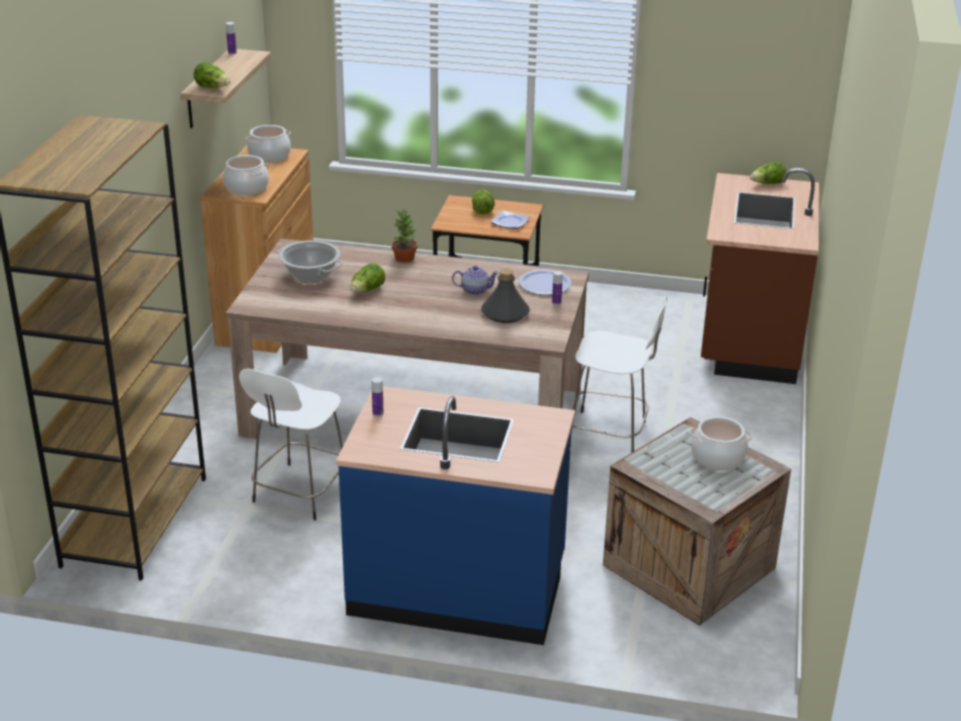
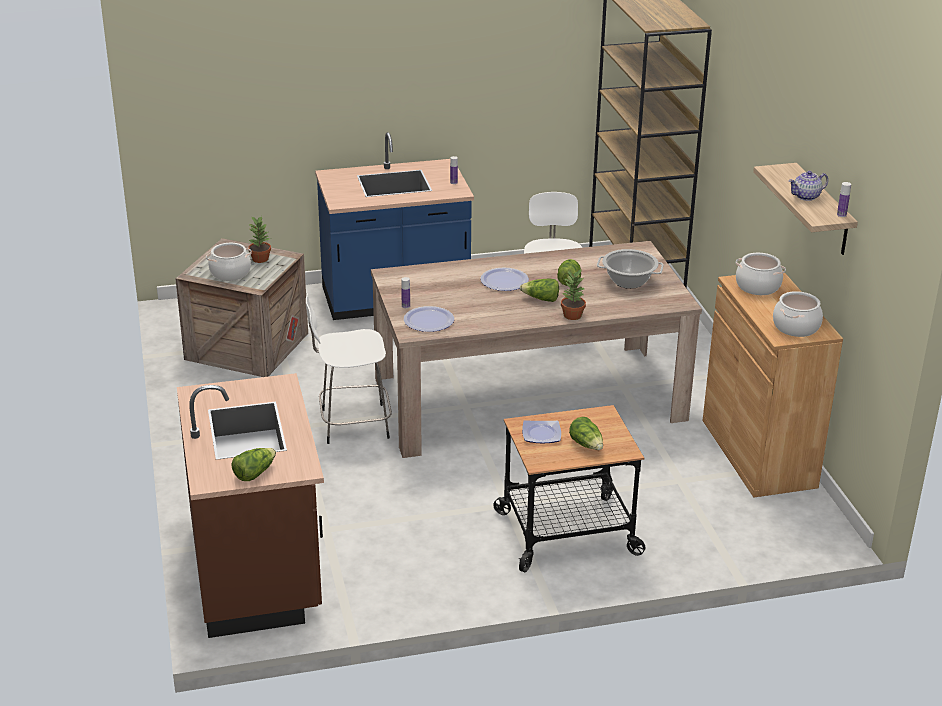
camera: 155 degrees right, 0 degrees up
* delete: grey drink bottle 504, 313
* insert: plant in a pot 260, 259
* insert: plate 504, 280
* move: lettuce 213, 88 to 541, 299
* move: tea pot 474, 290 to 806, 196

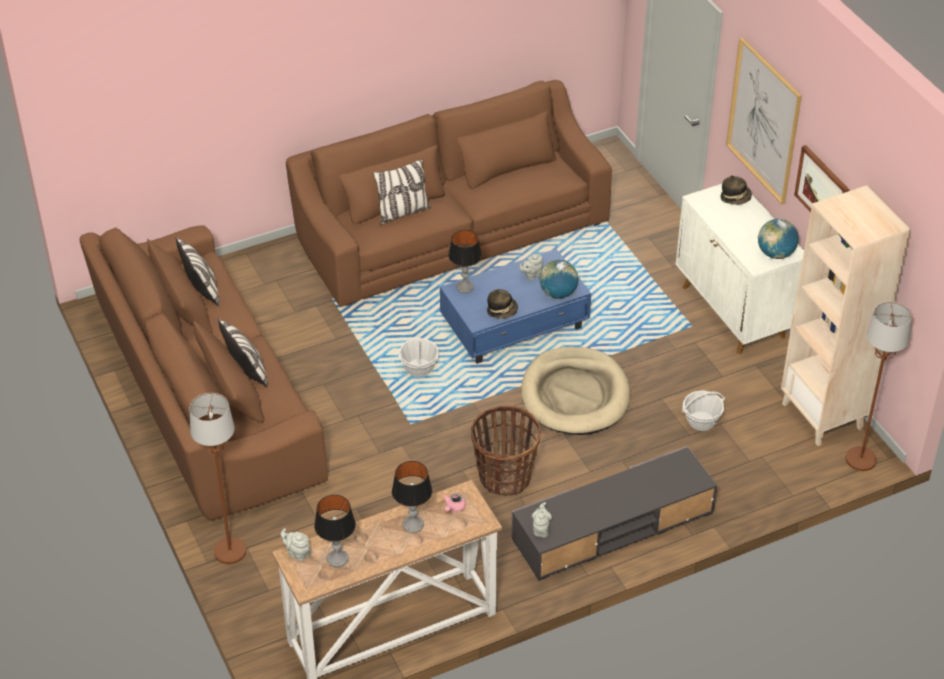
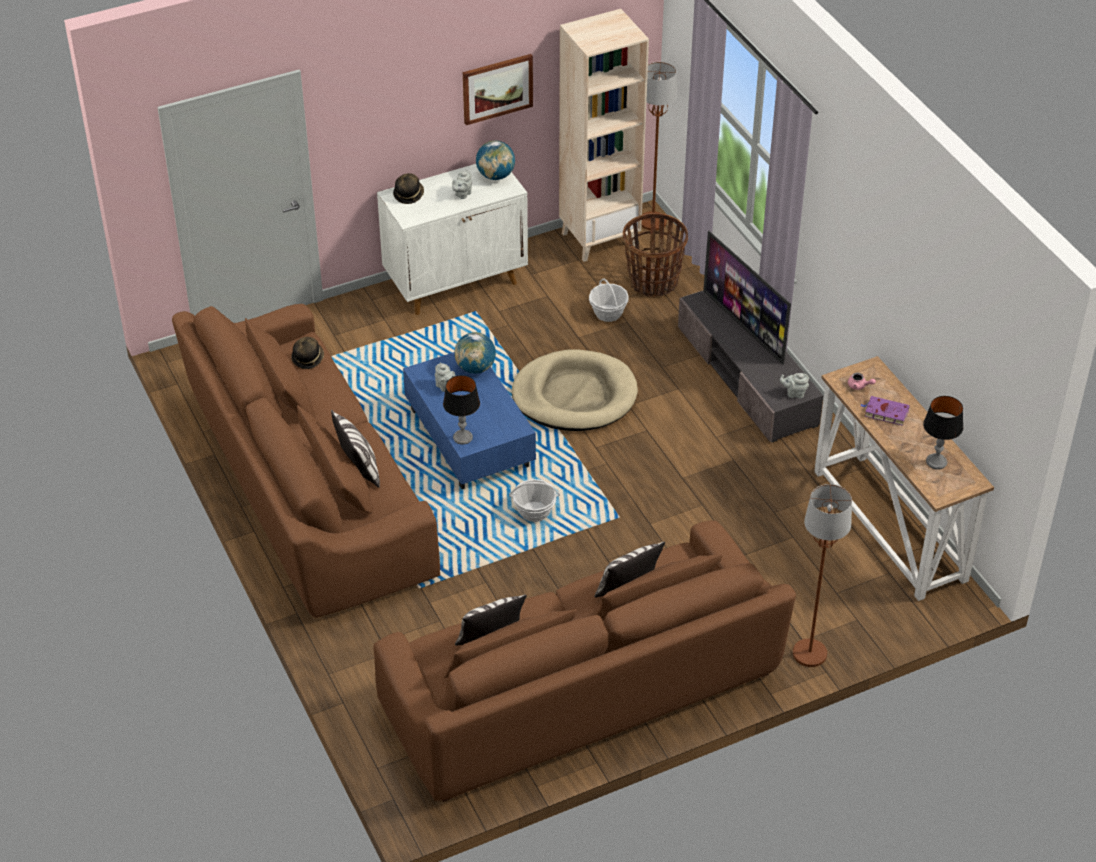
camera: 90 degrees left, 0 degrees up
* delete: wall picture 763, 120
* insert: TV set 744, 327
* move: grey tea pot 297, 553 to 462, 194
* move: basket 504, 477 to 653, 282
* move: wearable hat 502, 311 to 308, 358
* replace: lamp for a table 413, 525 to purplish book 885, 412

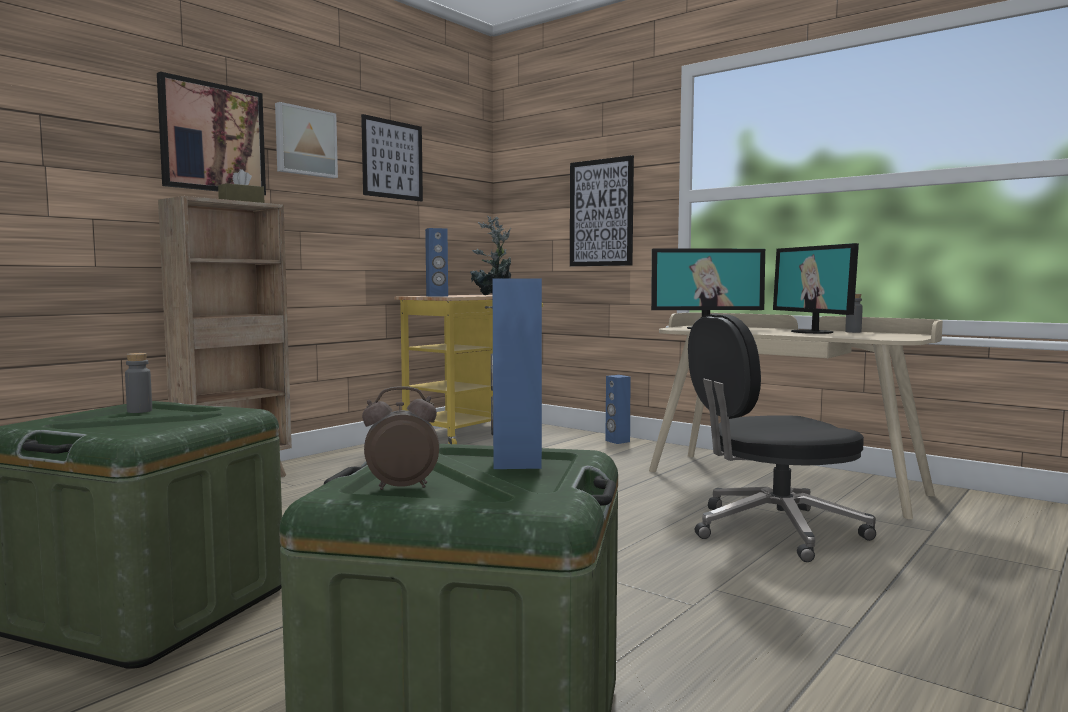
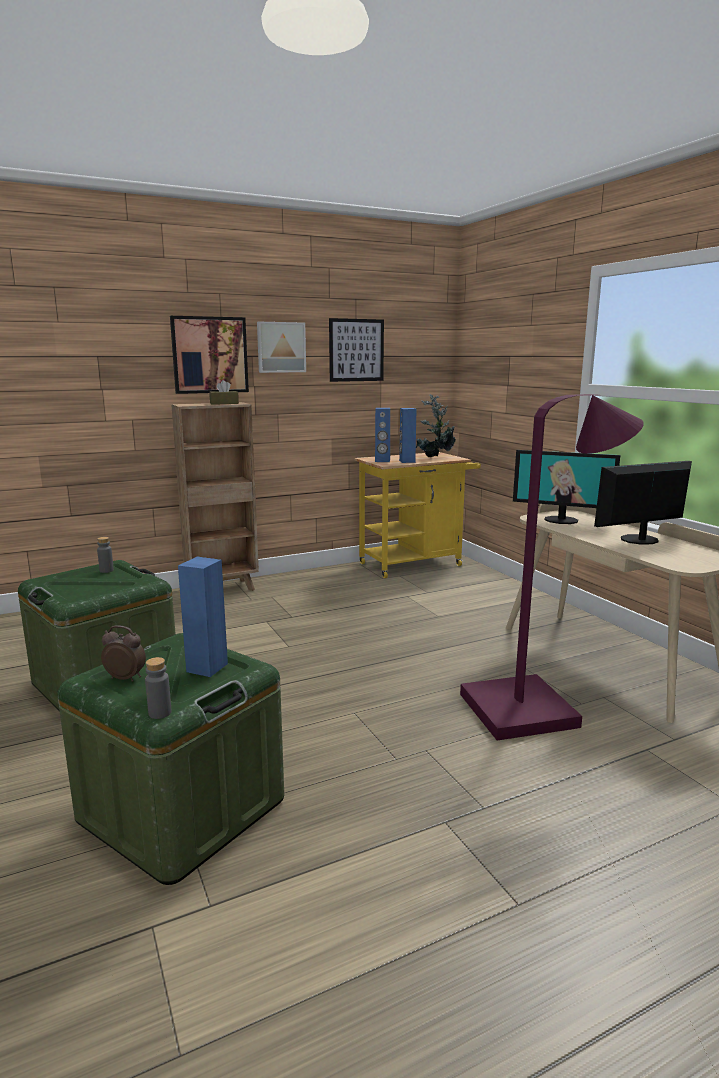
camera: 25 degrees right, 10 degrees up
* delete: wall picture 601, 213
* move: bluish loudspeaker 617, 441 to 406, 461
* move: grey drink bottle 853, 332 to 160, 713
* replace: blackish office chair 773, 530 to purplish standing lamp 534, 708
* rotate: monitor 813, 332 = 640, 540 60 degrees clockwise

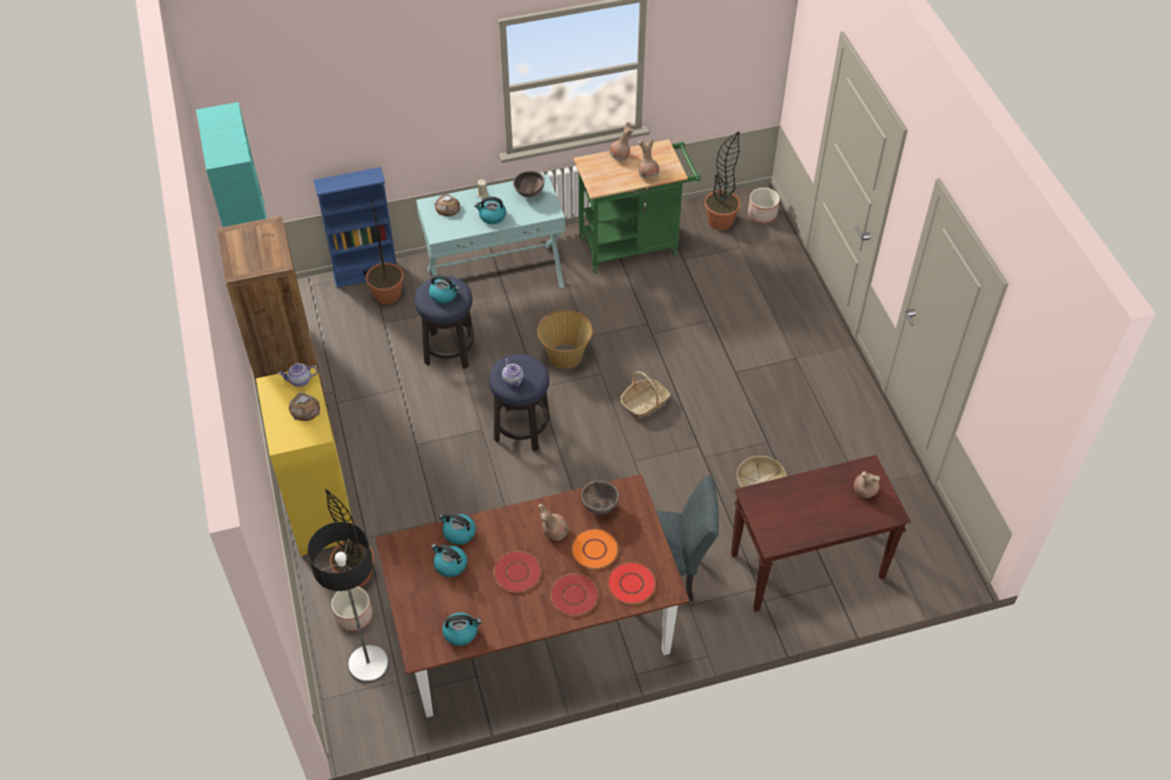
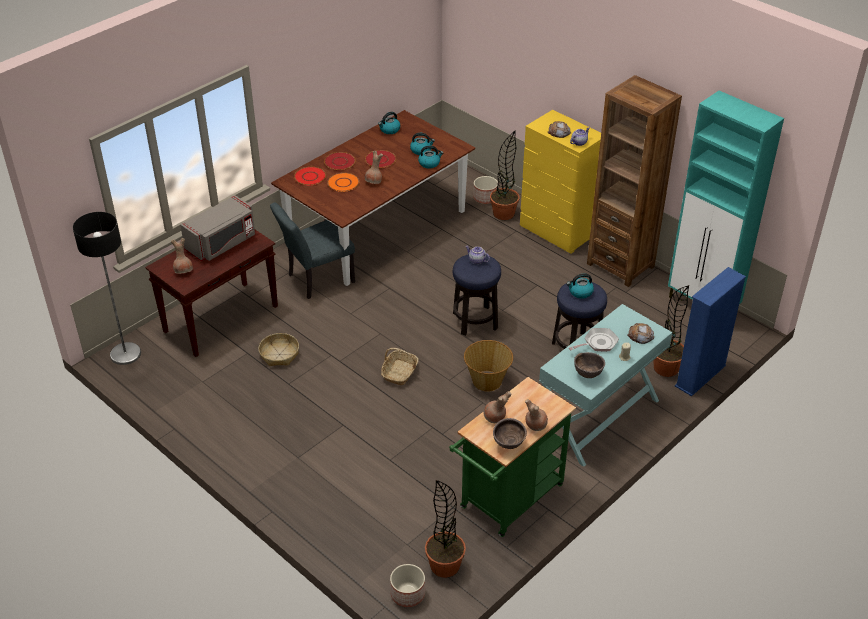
camera: 150 degrees right, 10 degrees down
* insert: grey kitchen microwave 222, 243
* move: standing lamp 369, 664 to 125, 354
* move: brownish deep dish 599, 507 to 508, 444
* replace: kettle 492, 216 to skillet 598, 343

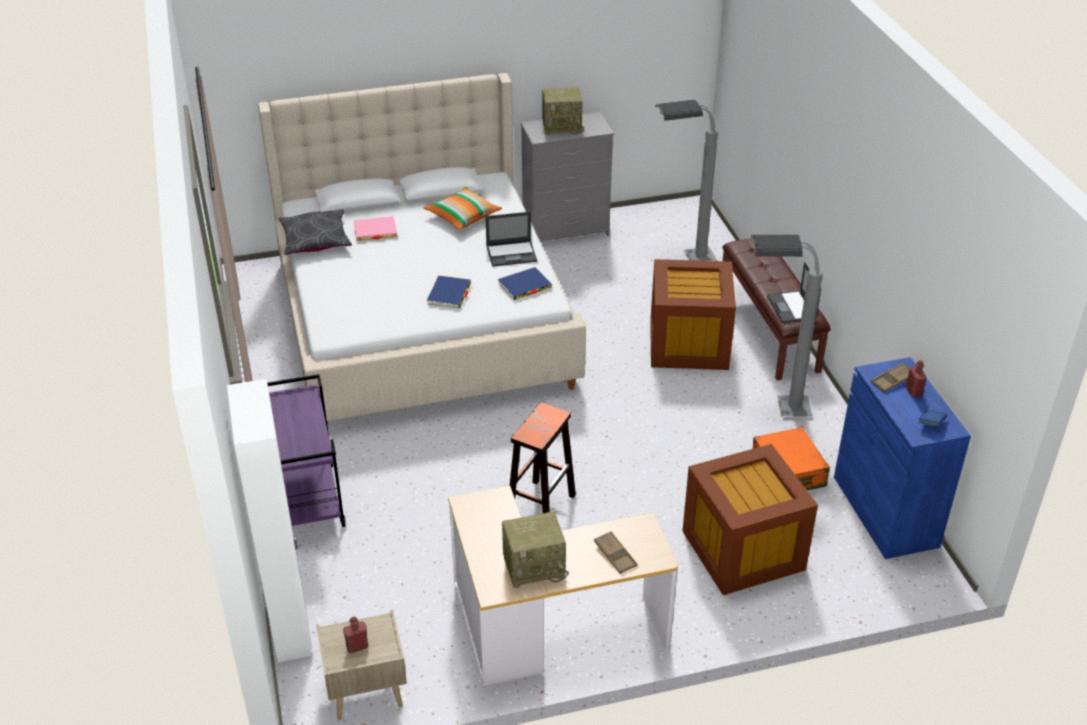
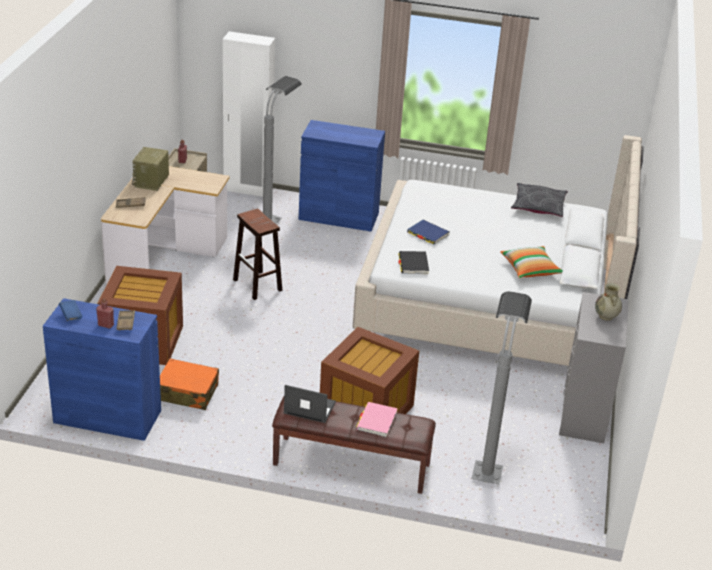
camera: 115 degrees right, 5 degrees down
* delete: portable computer 512, 253
* move: pinkish book 375, 231 to 376, 421
* move: grey standing lamp 772, 409 to 274, 215
* replace: purplish trolley 309, 499 to bluish cabinet 338, 216
* replace: radio set 562, 126 to beige flower vase 606, 316
* recolor: bluish book 524, 286 to blackish book 413, 264

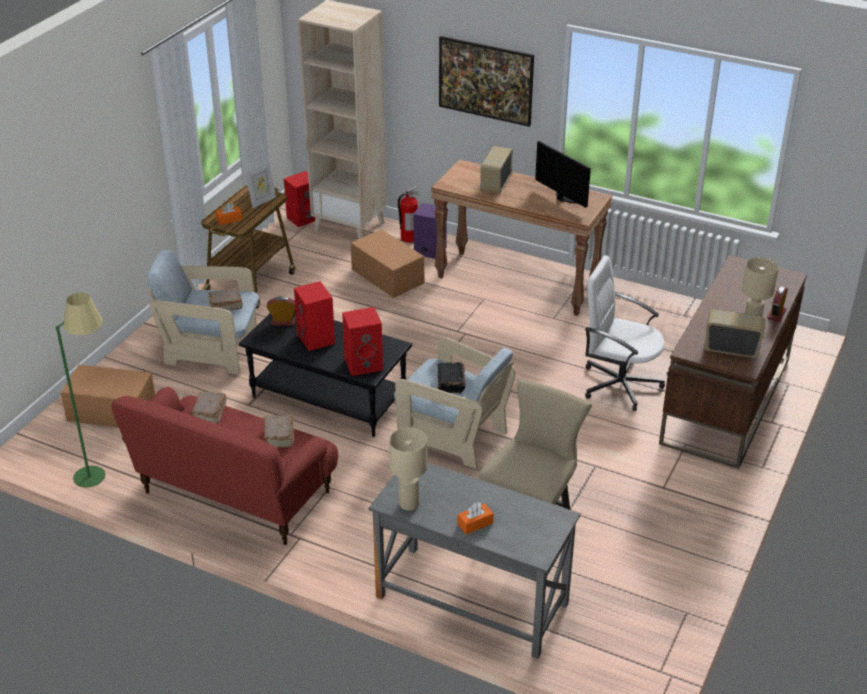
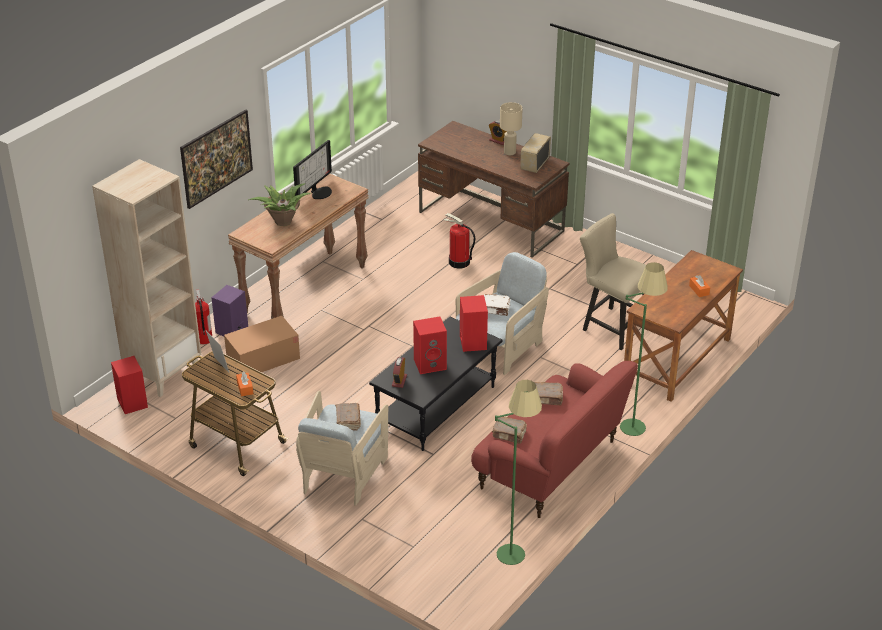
camera: 80 degrees left, 0 degrees up
* delete: carton 111, 411
* delete: beige lamp for a table 409, 504
* insert: green standing lamp 635, 419
* replace: radio set 495, 184 to plant in a pot 282, 221
* replace: white office chair 619, 384 to extinguisher 458, 262
* recolor: grey desk 471, 601 to brownish desk 677, 360
* recolor: blackish book 450, 383 to white book 496, 309
* rotate: monitor 565, 197 = 319, 192 150 degrees clockwise

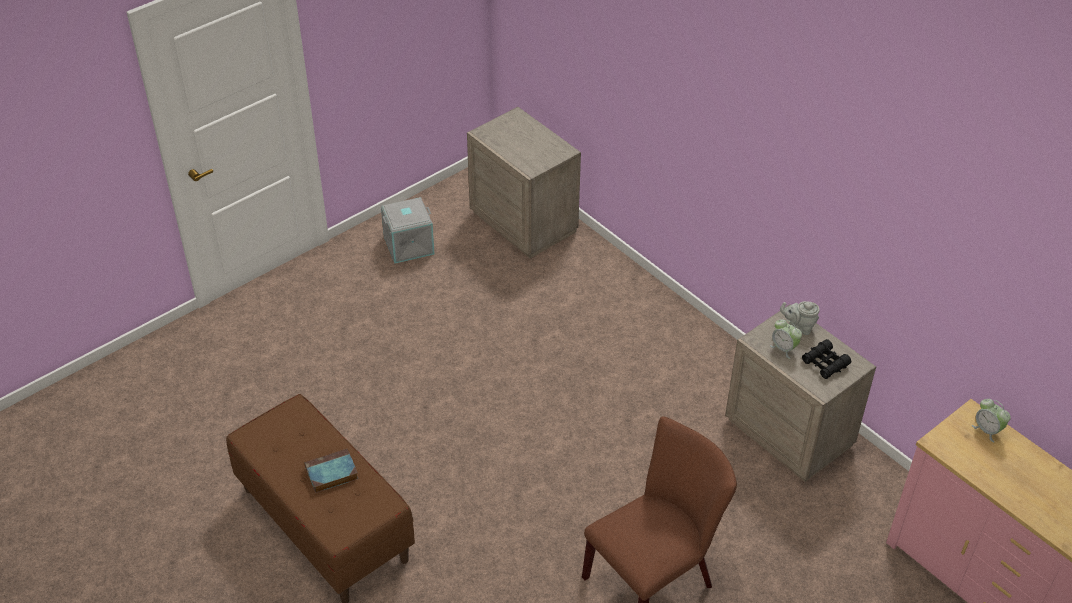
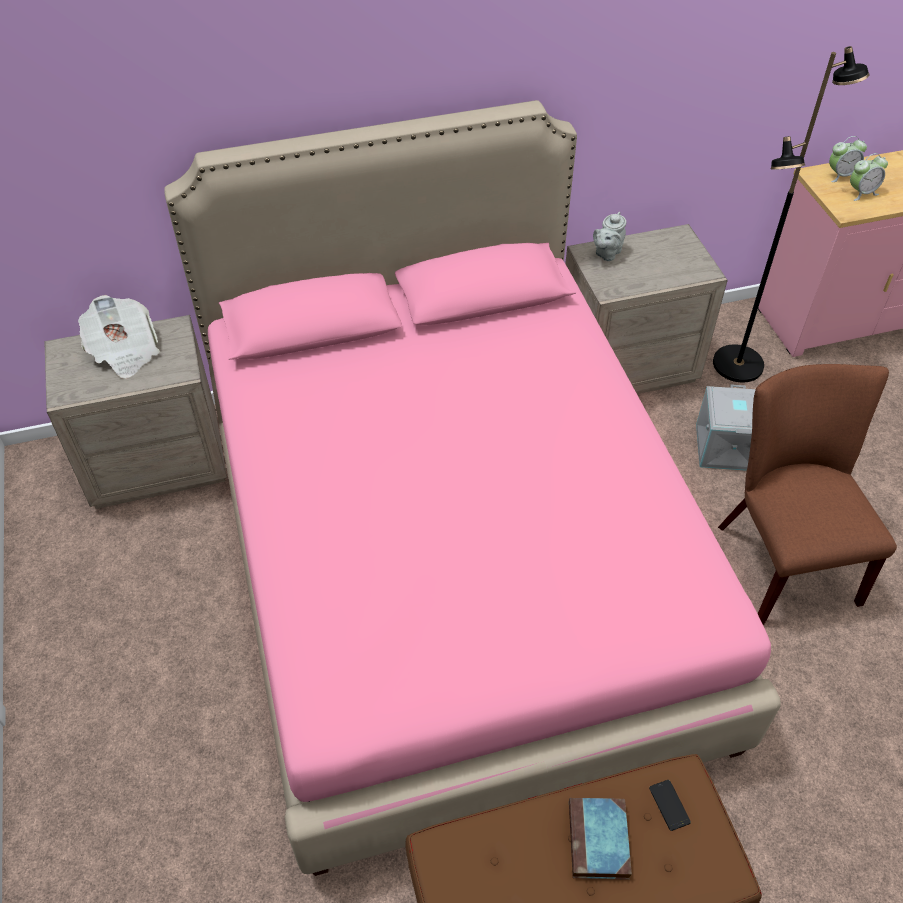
camera: 65 degrees left, 5 degrees up
* delete: blackish pair of binoculars 825, 363
* insert: newspaper 124, 351
* insert: pinkish bedroom bed 450, 560
* insert: handset 669, 805
* insert: blackish standing lamp 739, 365
* move: grey storage container 409, 244 to 724, 447
* move: bedside clock 784, 348 to 861, 193

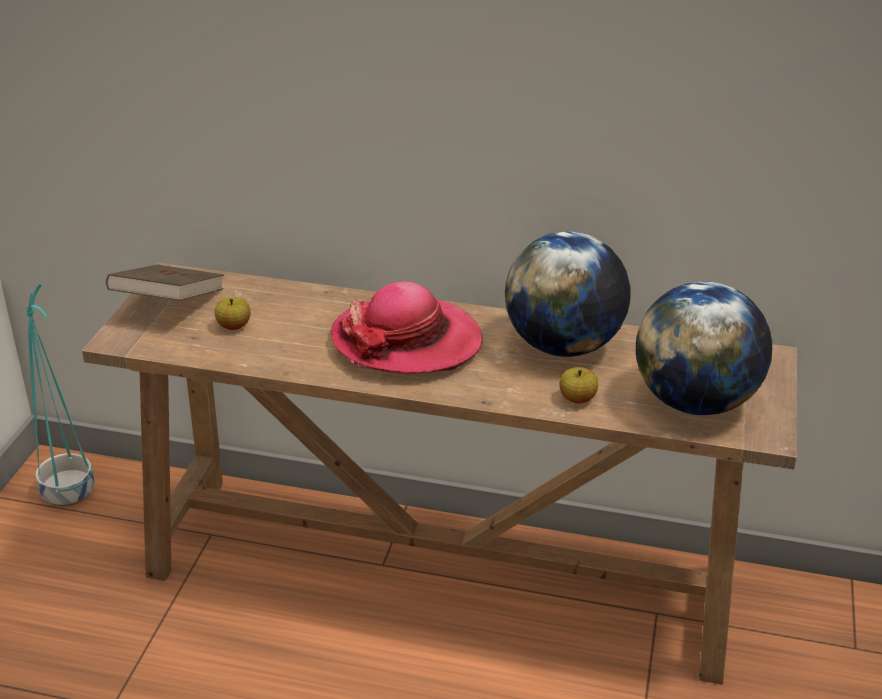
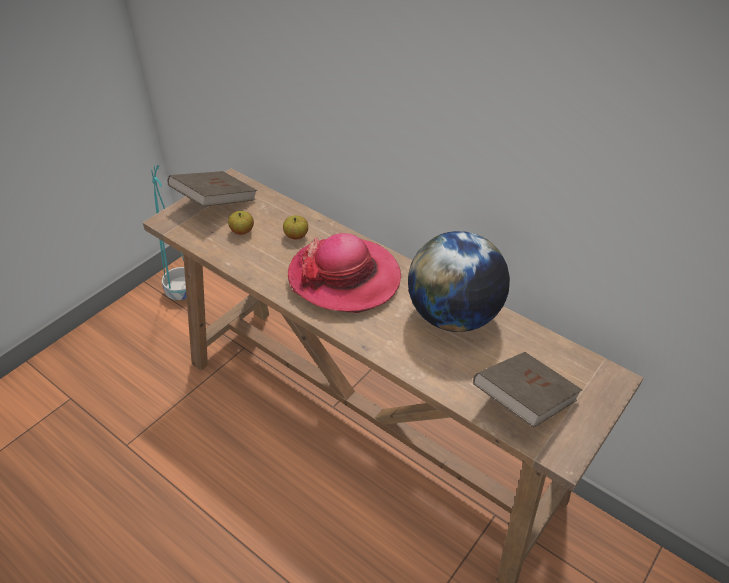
camera: 25 degrees right, 10 degrees up
* move: apple fruit 577, 399 to 296, 236
* replace: world globe 695, 402 to brownish book 523, 401

